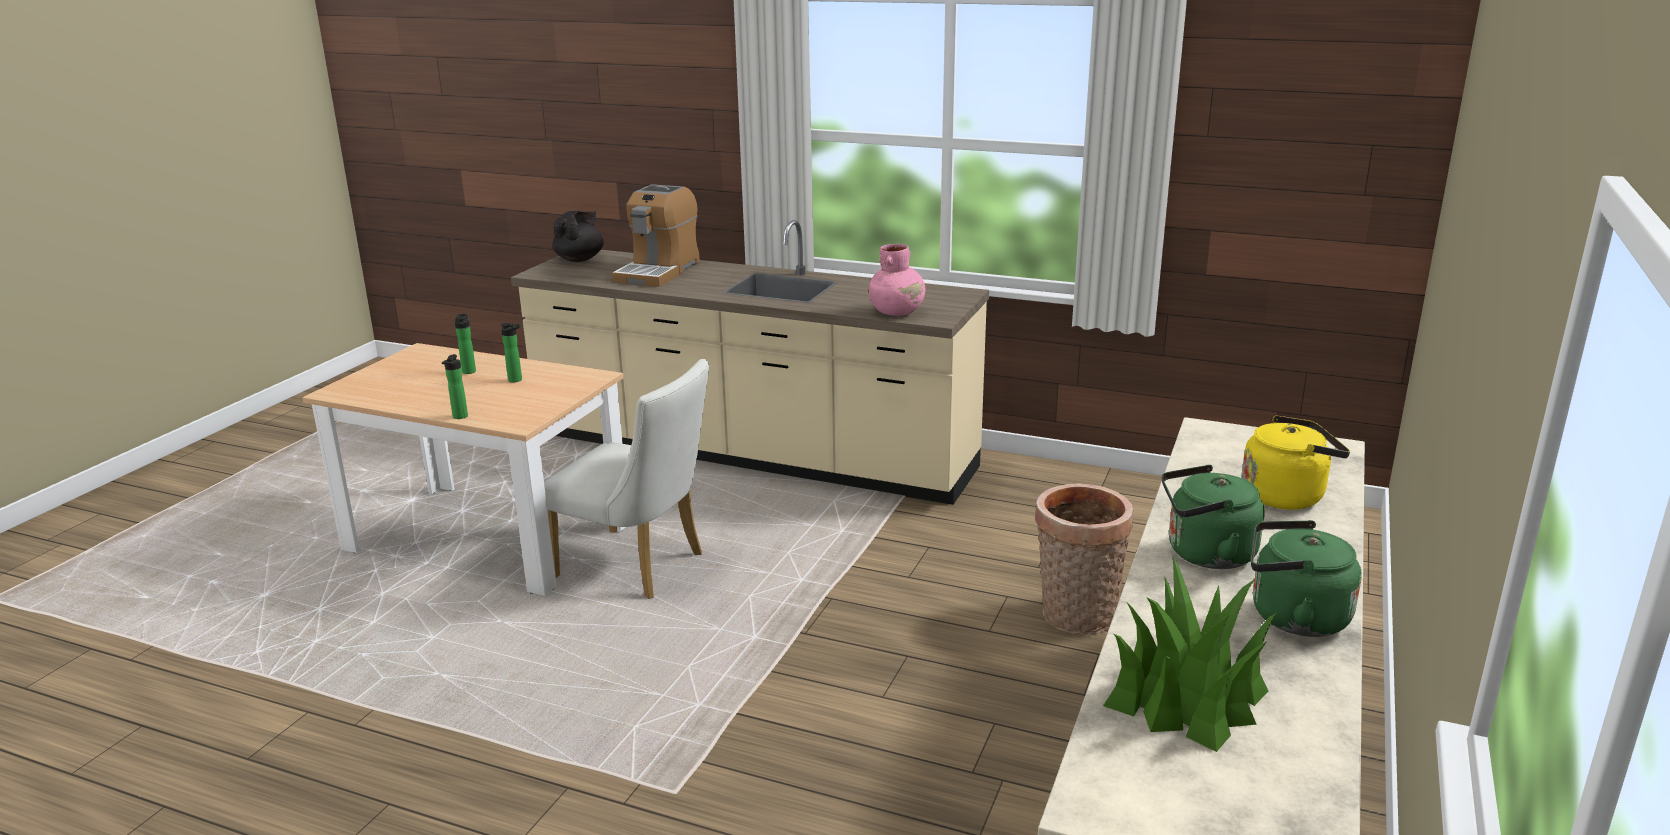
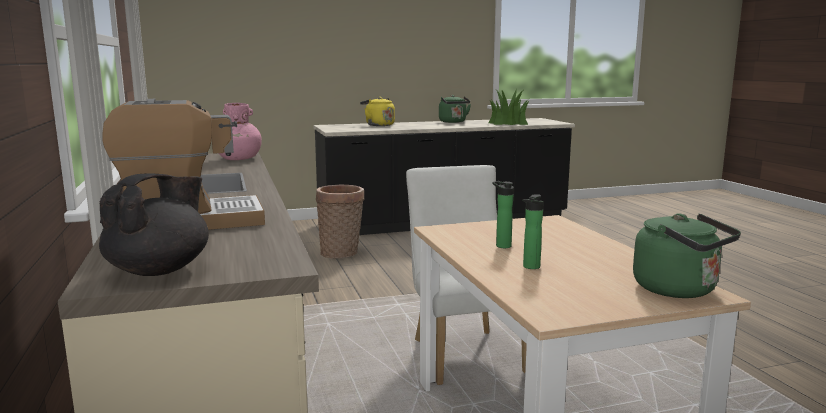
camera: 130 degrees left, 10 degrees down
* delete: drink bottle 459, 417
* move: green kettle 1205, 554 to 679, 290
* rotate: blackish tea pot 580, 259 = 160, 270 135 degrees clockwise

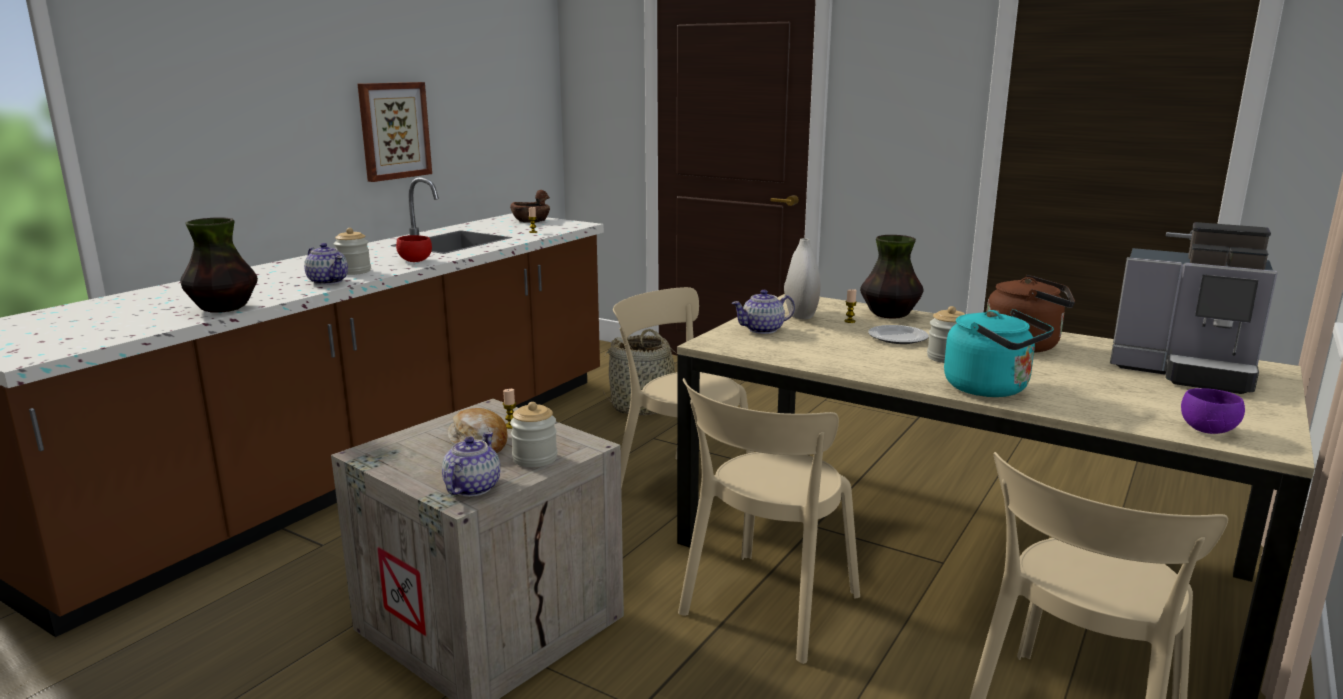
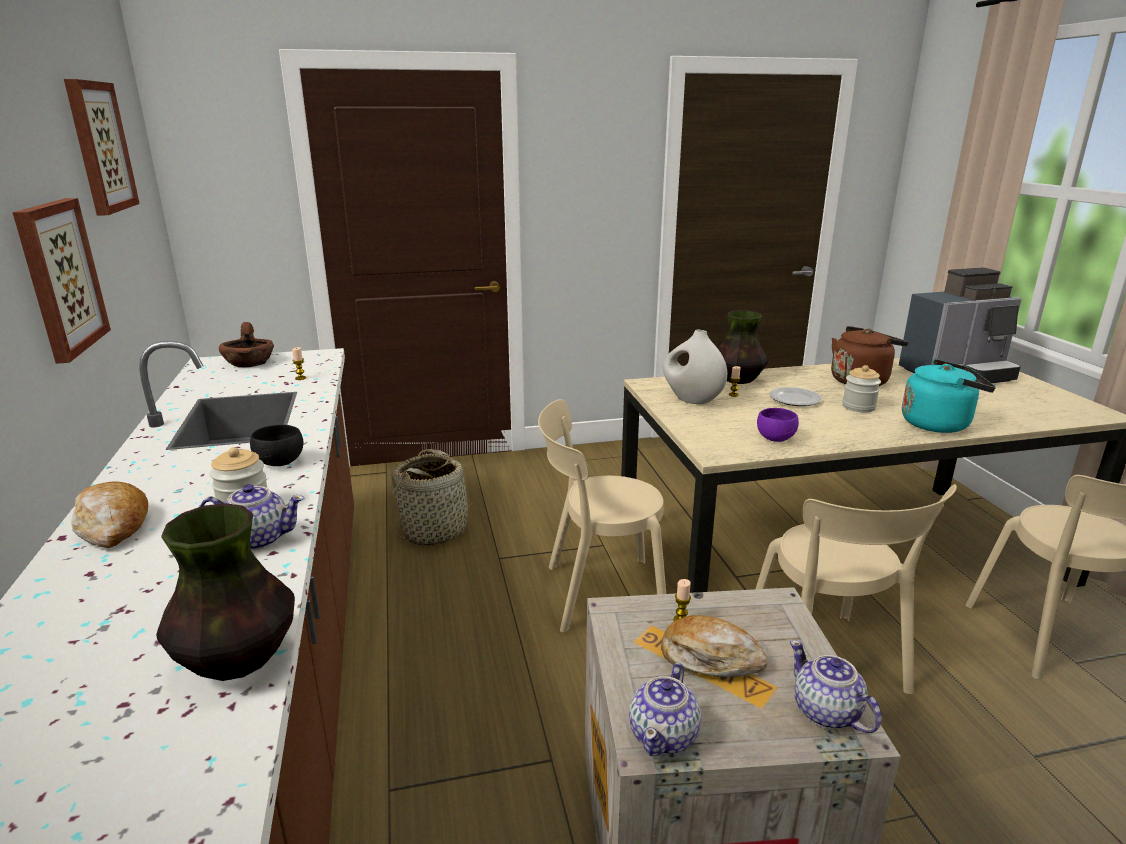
camera: 45 degrees left, 5 degrees up
* delete: preserve jar 535, 458
* insert: wall picture 99, 147
* insert: baked bread 113, 525
* move: tea pot 763, 330 to 664, 735
* move: purplish deep dish 1206, 429 to 774, 438
* recolor: red-coloured deep dish 416, 261 to blackish deep dish 282, 462

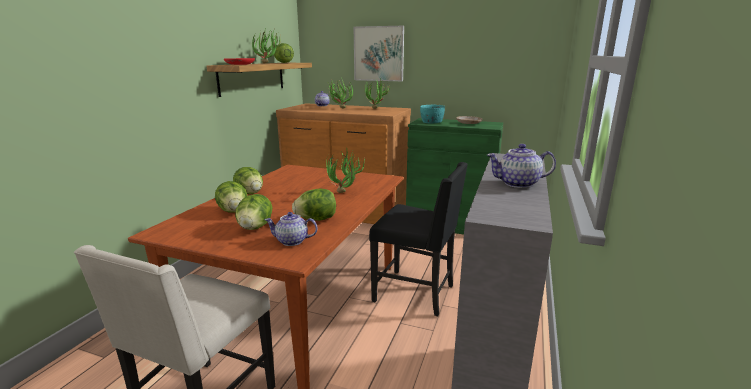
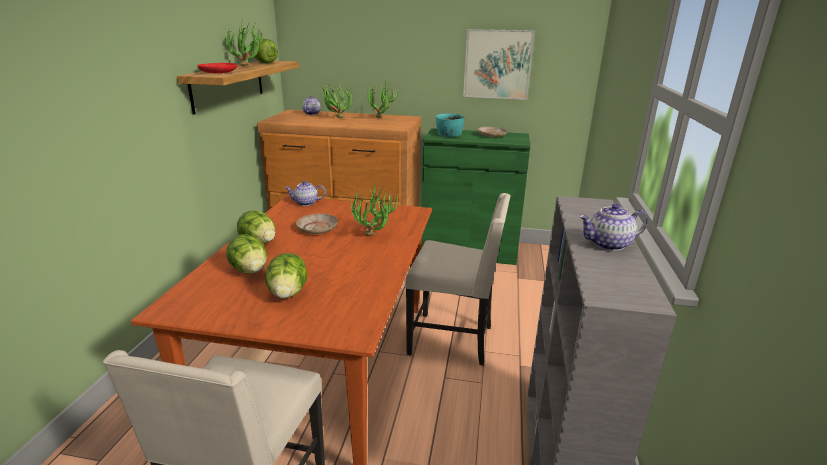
camera: 10 degrees left, 5 degrees up
* delete: lettuce 316, 219
* insert: beige plate 317, 229
* move: tea pot 291, 241 to 306, 203
* move: wall picture 378, 54 to 497, 64
* recolor: blackish upright chair 416, 293 to beige upright chair 453, 339

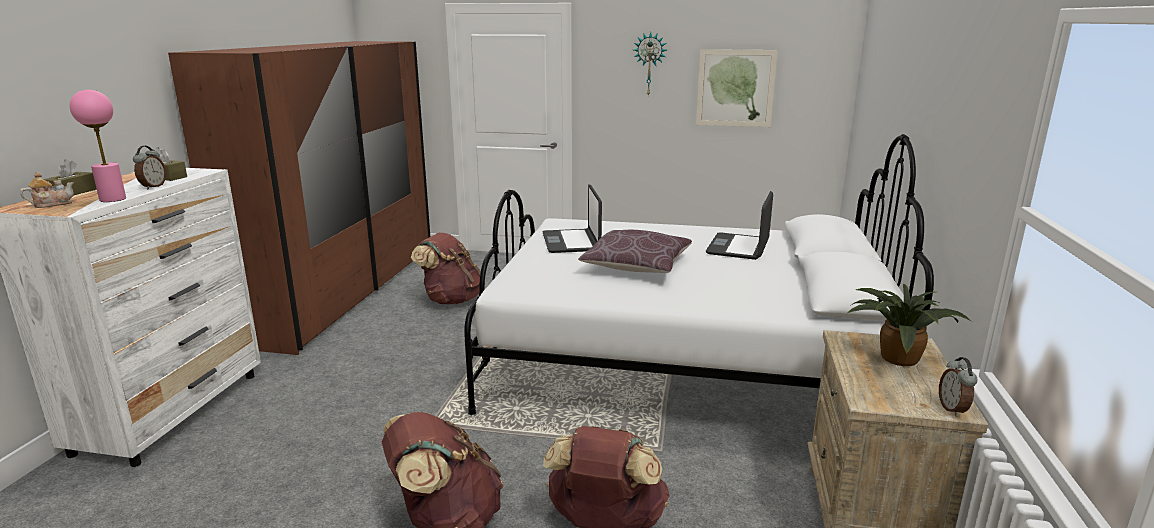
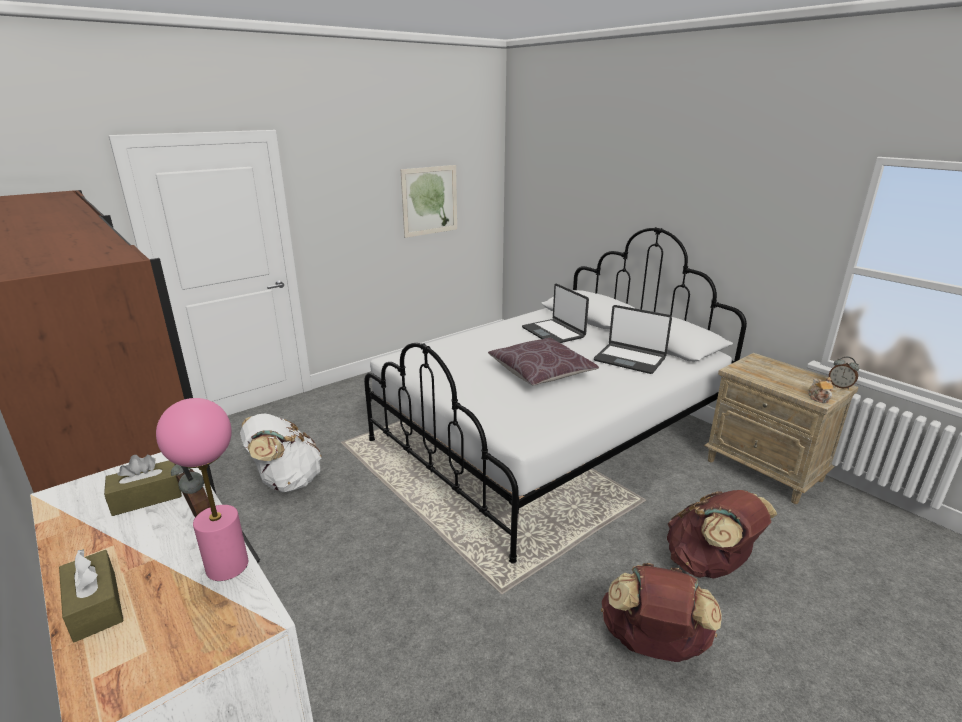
camera: 50 degrees left, 5 degrees up
* delete: clock on the wall 649, 64
* delete: plant in a pot 896, 357
* move: tea pot 52, 204 to 818, 398
* move: portable computer 571, 242 to 630, 359
* recolor: brownish rucksack 451, 300 to white rucksack 286, 482

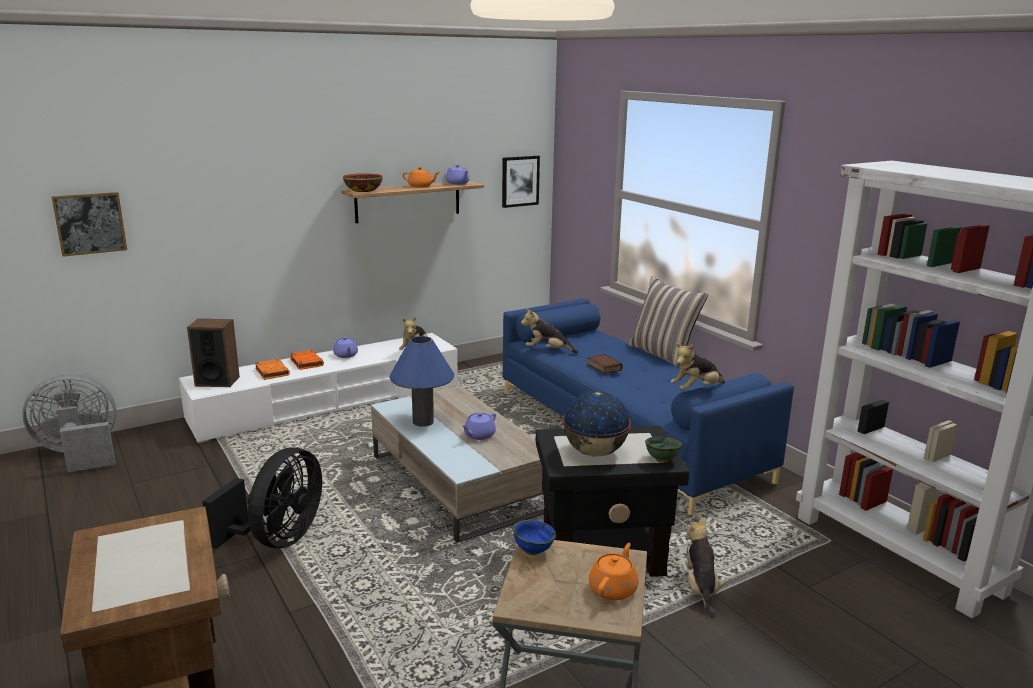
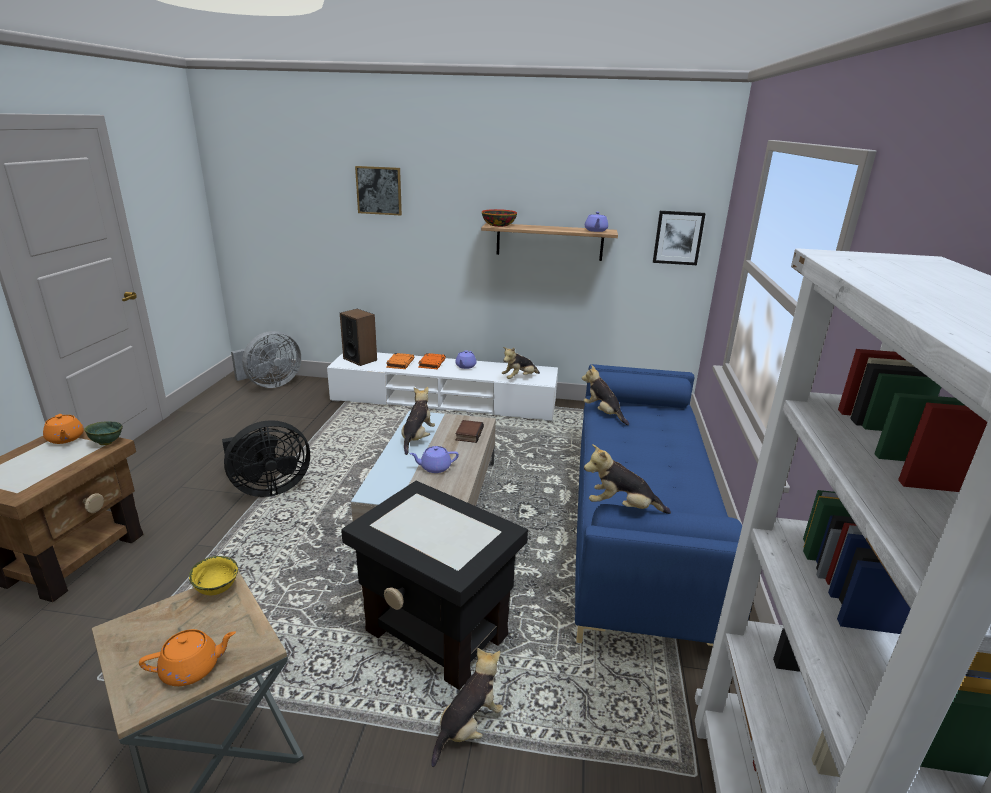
camera: 40 degrees right, 5 degrees up
* delete: world globe 595, 452
* delete: throw pillow 663, 354
* move: wall picture 90, 223 to 379, 190
* move: orange tea pot 421, 186 to 65, 439
* move: book 603, 367 to 468, 434
* move: green deep dish 661, 460 to 106, 442
* replace: bluish lamp for a table 423, 422 to cuddly toy 417, 438
* recolor: bluish deep dish 532, 550 to yellow-coloured deep dish 217, 589
* rotate: grey electric fan 80, 454 = 270, 384 120 degrees clockwise

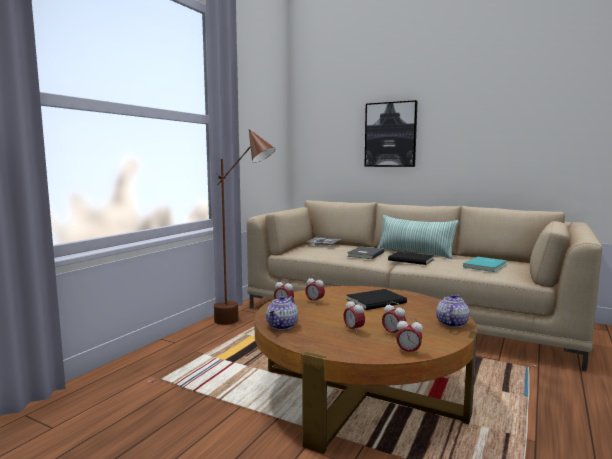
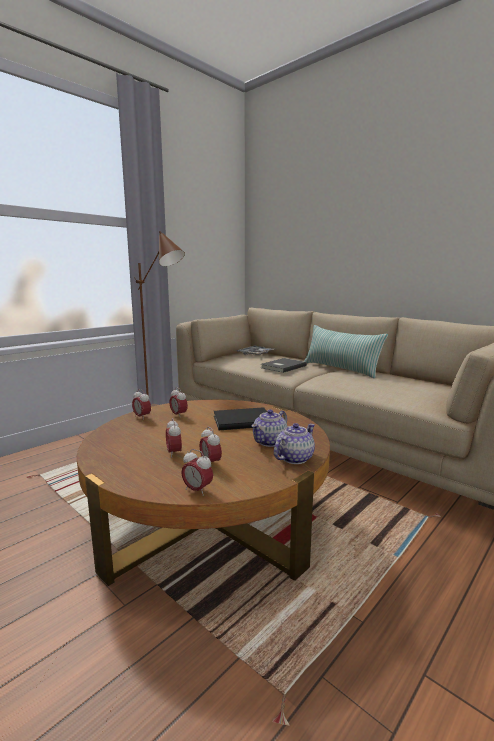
camera: 15 degrees right, 5 degrees up
* delete: wall picture 390, 134
* delete: blackish book 410, 259
* delete: turquoise-coloured book 486, 266
* move: tea pot 282, 326 to 270, 442

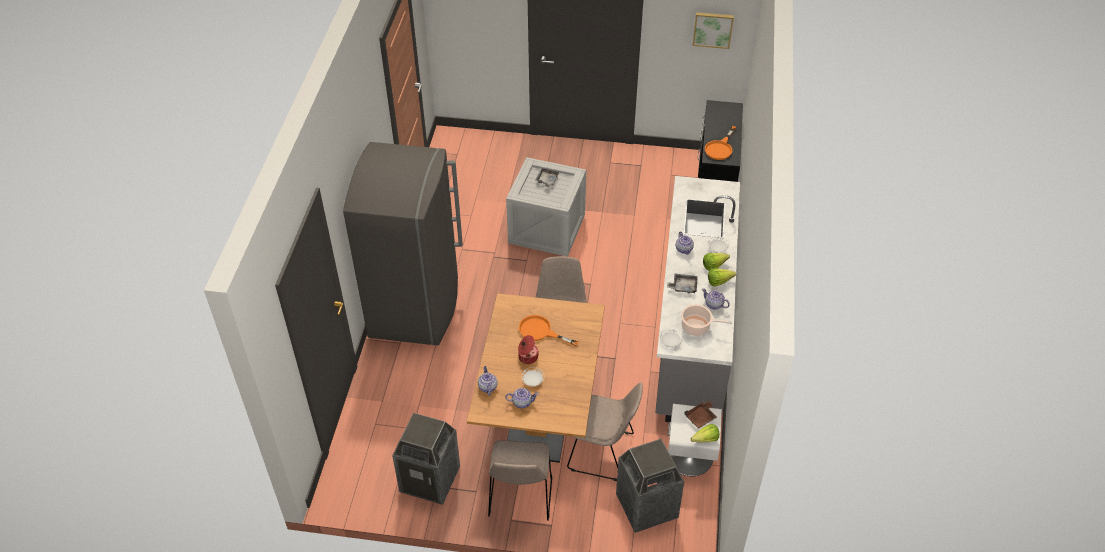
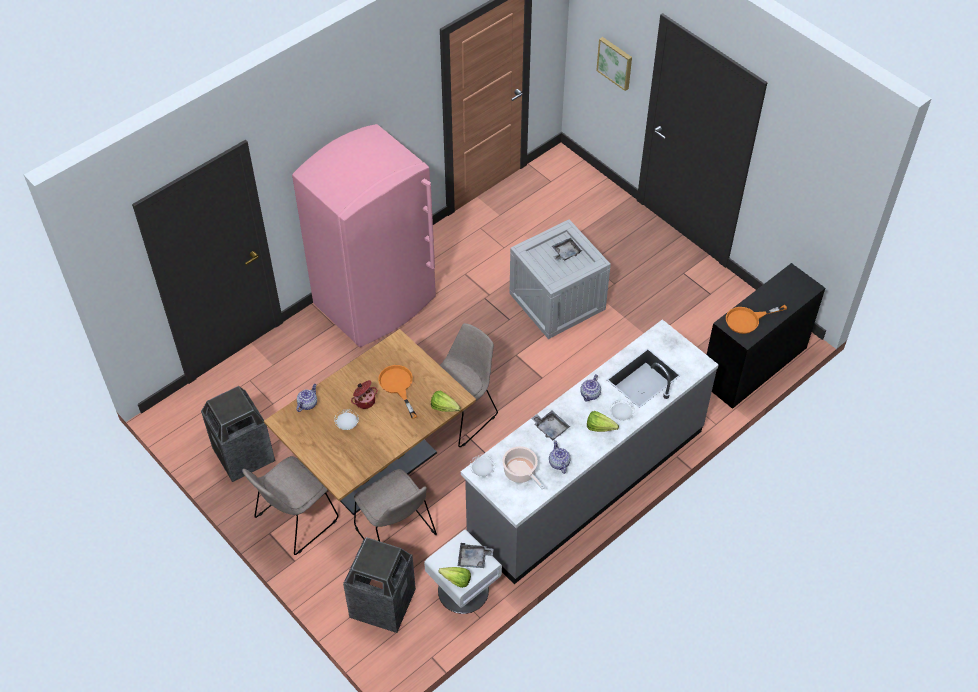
camera: 40 degrees right, 5 degrees up
* delete: tea pot 521, 402
* move: wall picture 713, 29 to 615, 62
* move: lettuce 721, 281 to 446, 409
* recolor: grey refrigerator 415, 307 to pinkish refrigerator 376, 302
* recolor: brownish tray 700, 418 to grey tray 473, 559

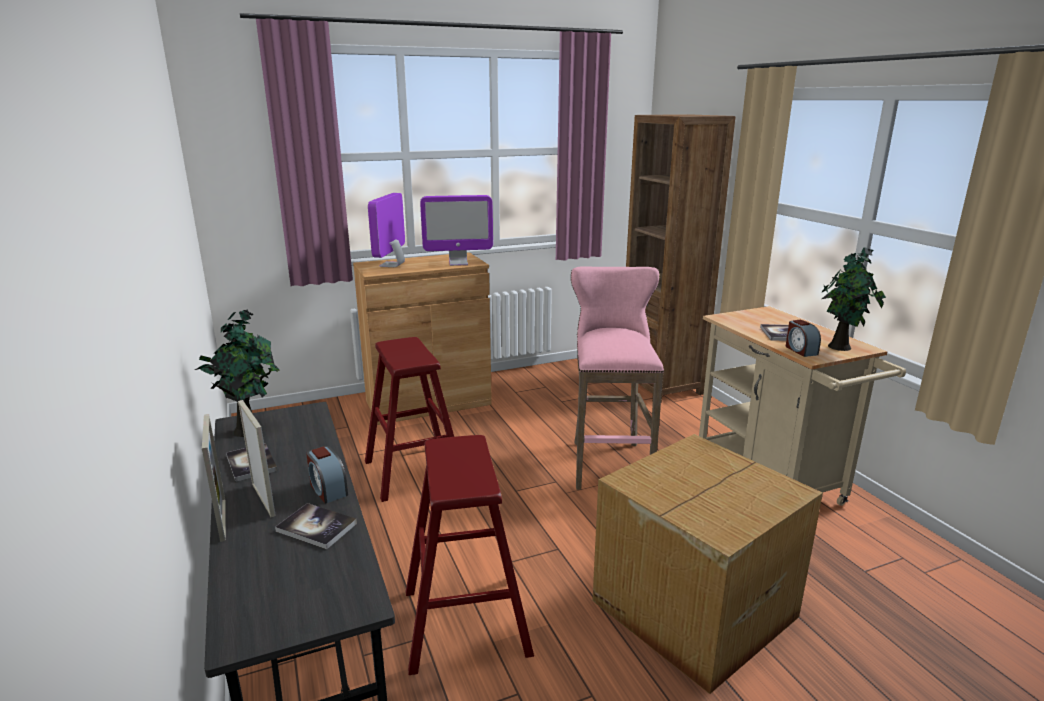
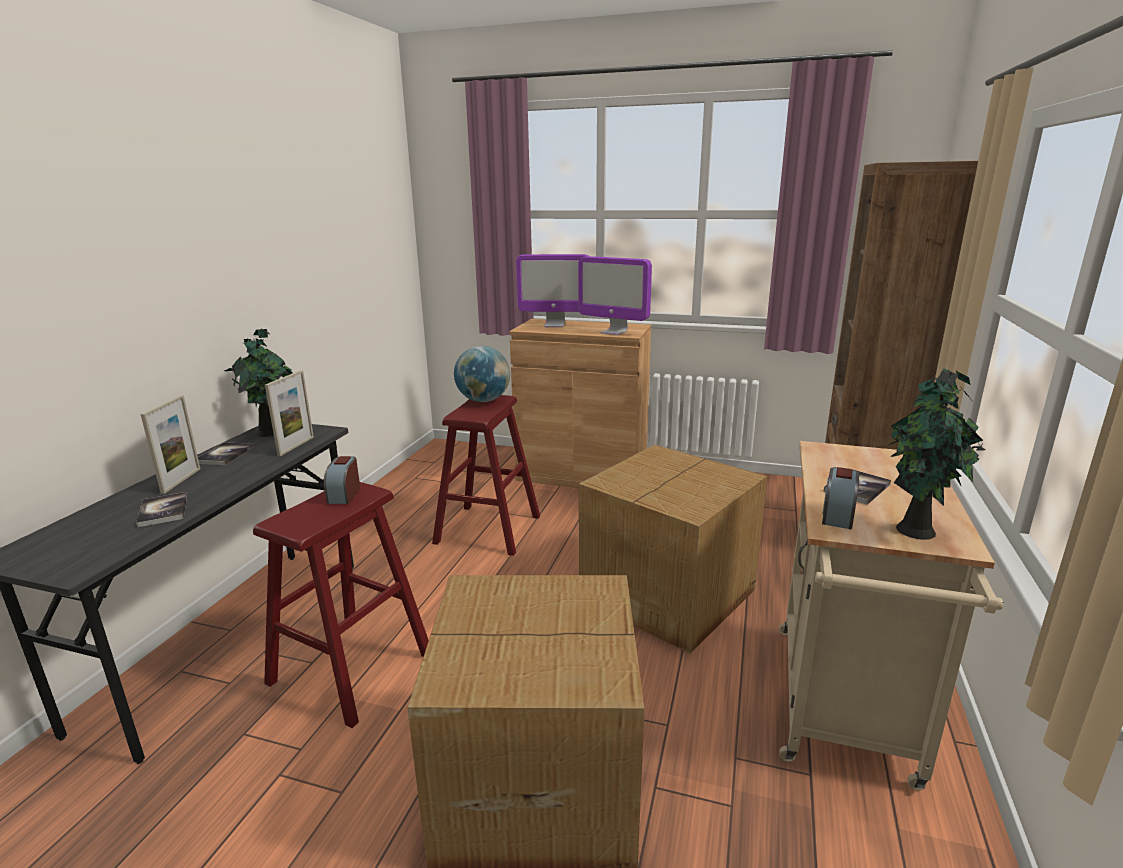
camera: 40 degrees right, 0 degrees up
* insert: world globe 483, 400
* move: photo frame 223, 520 to 296, 446
* move: bedside clock 328, 489 to 344, 494
* replace: pinkish stool seat 609, 462 to carton 670, 594
* rotate: monitor 392, 265 = 554, 325 135 degrees counterclockwise

